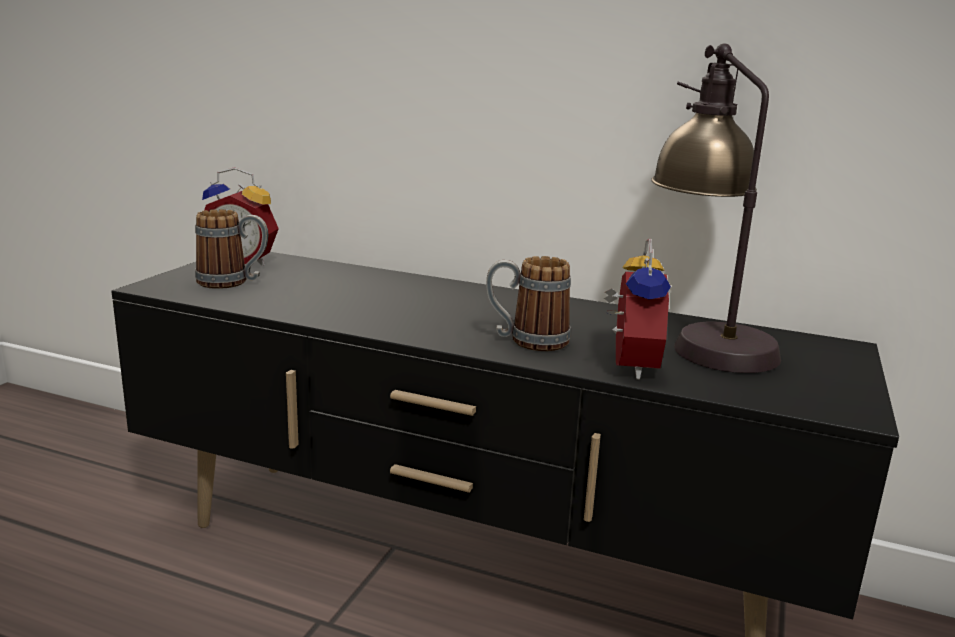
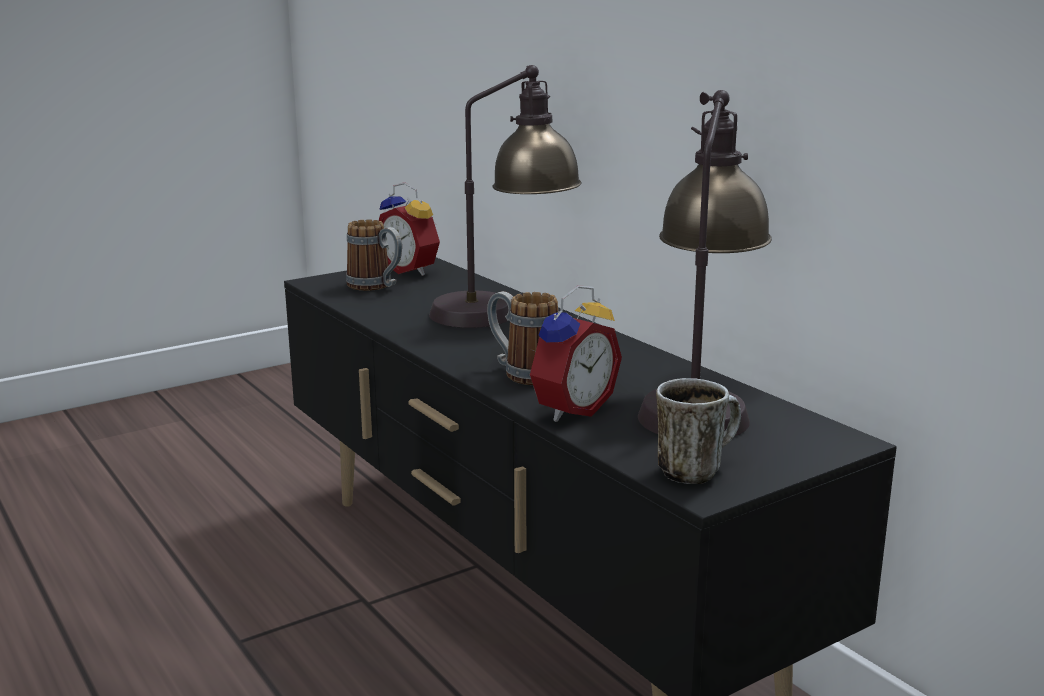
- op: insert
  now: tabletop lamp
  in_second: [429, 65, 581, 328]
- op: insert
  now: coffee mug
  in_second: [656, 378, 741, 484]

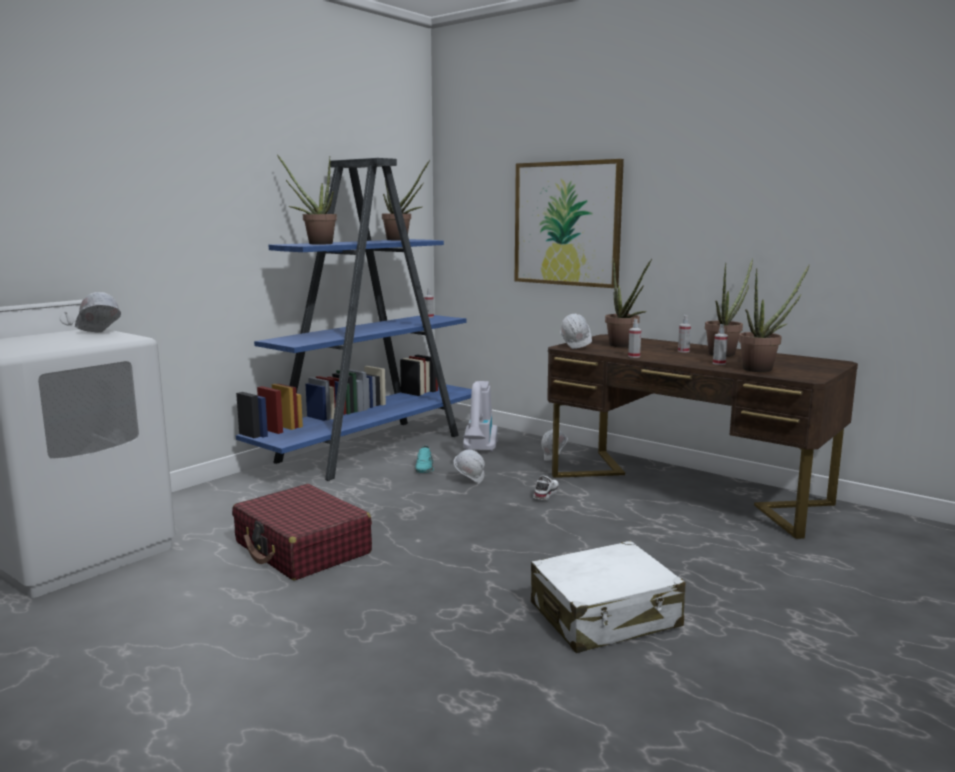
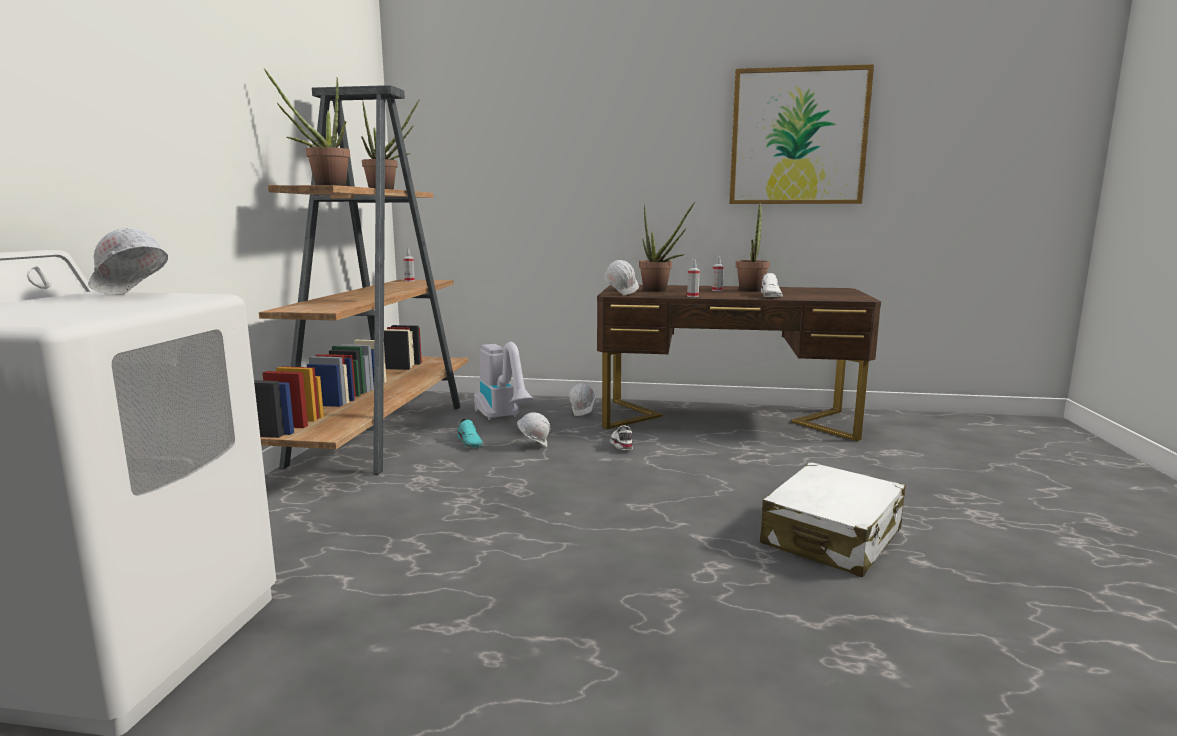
- op: recolor
  was: bluish shelving unit
  now: brownish shelving unit
  in_first: [236, 158, 472, 481]
  in_second: [254, 85, 468, 475]
- op: move
  was: wall art
  in_first: [515, 159, 624, 288]
  in_second: [729, 64, 874, 204]
- op: delete
  was: potted plant
  in_first: [739, 264, 810, 372]
- op: replace
  was: sprayer
  now: white-coloured item of footwear
  in_first: [713, 324, 728, 365]
  in_second: [760, 273, 783, 297]
- op: delete
  was: red suitcase
  in_first: [232, 484, 372, 581]

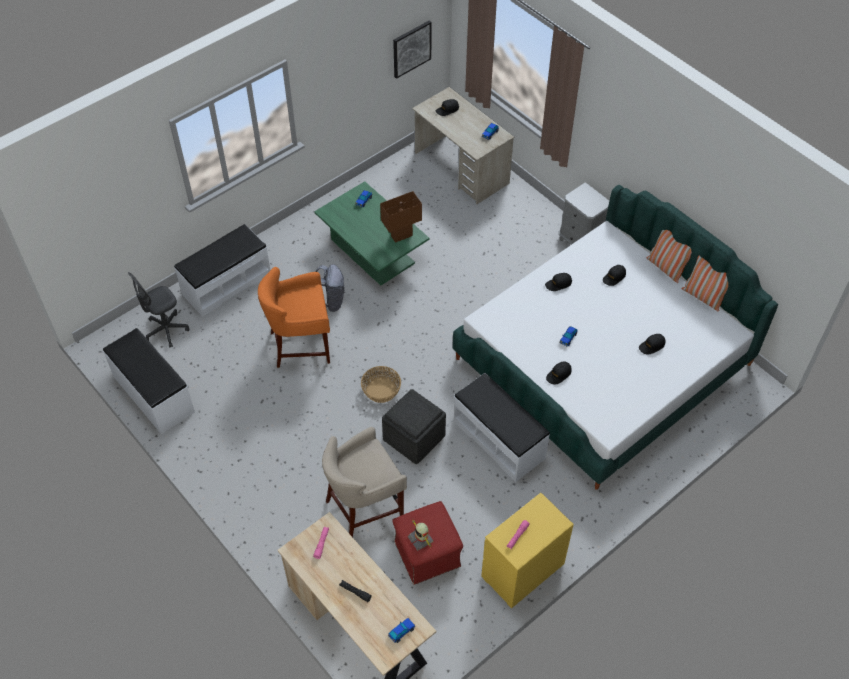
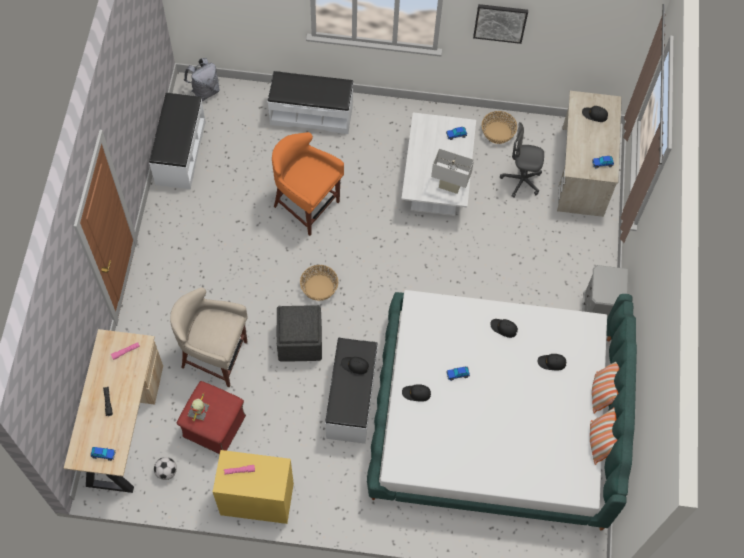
- op: move
  was: wall art
  in_first: [393, 20, 432, 79]
  in_second: [473, 4, 528, 44]
- op: recolor
  was: green low table
  now: white-coloured low table
  in_first: [314, 181, 429, 286]
  in_second: [401, 112, 476, 216]
- op: recolor
  was: brownish tabletop lamp
  now: white-coloured tabletop lamp
  in_first: [380, 191, 422, 243]
  in_second: [431, 149, 474, 194]
- op: move
  was: greyish knapsack
  in_first: [315, 264, 344, 312]
  in_second: [184, 58, 220, 101]
- op: move
  was: greyish office chair
  in_first: [128, 272, 189, 347]
  in_second: [500, 122, 544, 198]
- op: move
  was: blackish peaked cap
  in_first: [639, 334, 665, 354]
  in_second: [341, 357, 369, 374]
- op: insert
  now: basket
  in_second: [482, 111, 517, 144]
- op: insert
  now: football
  in_second: [154, 457, 177, 480]

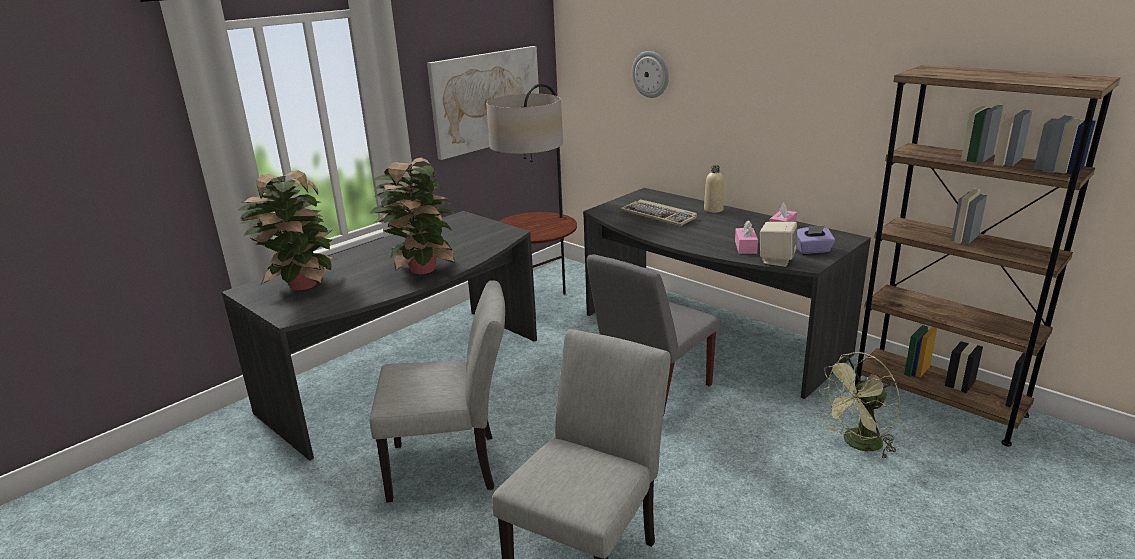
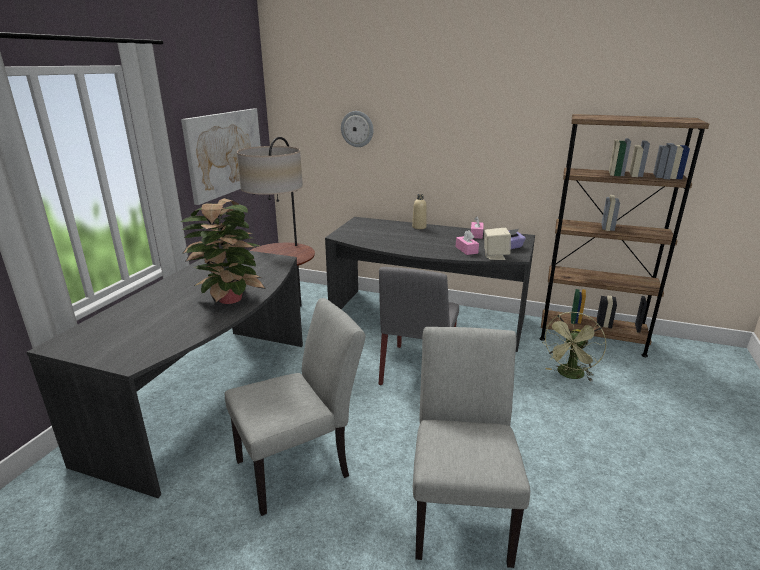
- op: delete
  was: potted plant
  in_first: [238, 170, 336, 290]
- op: delete
  was: PC keyboard
  in_first: [620, 199, 697, 226]

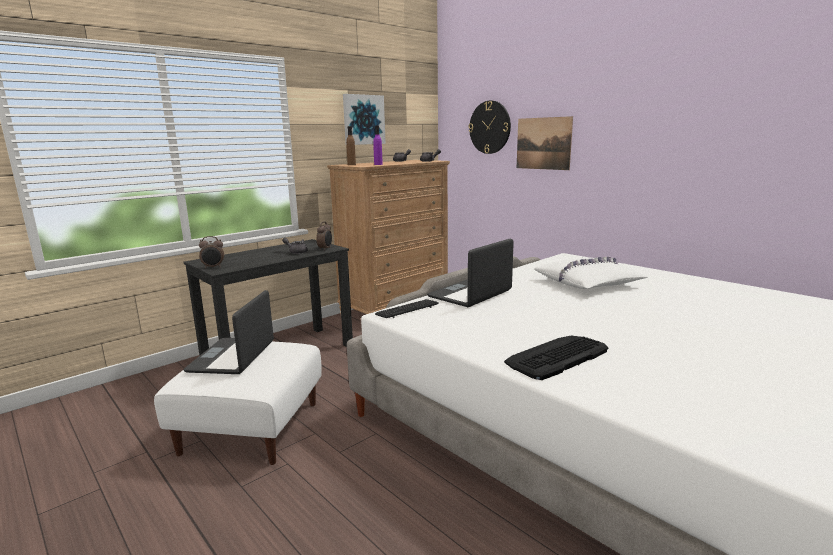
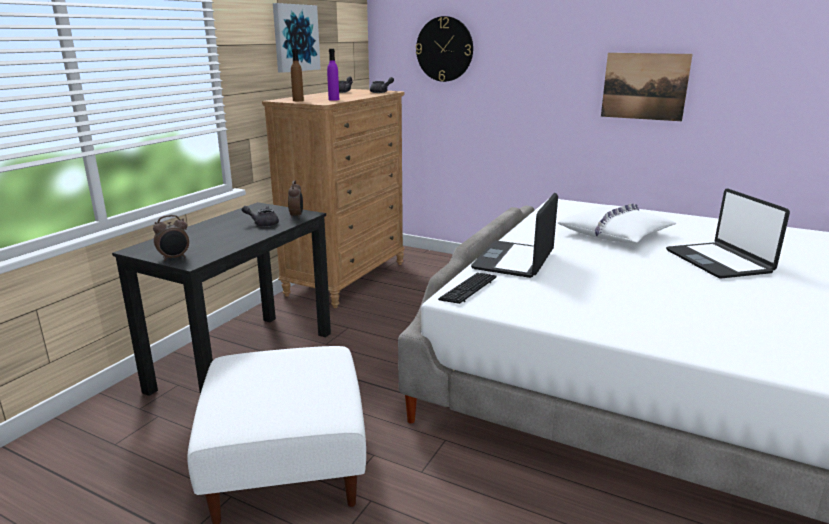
- op: move
  was: wall art
  in_first: [517, 116, 573, 170]
  in_second: [601, 53, 693, 121]
- op: move
  was: laptop
  in_first: [184, 290, 274, 374]
  in_second: [666, 188, 790, 278]
- op: delete
  was: PC keyboard
  in_first: [504, 336, 608, 380]

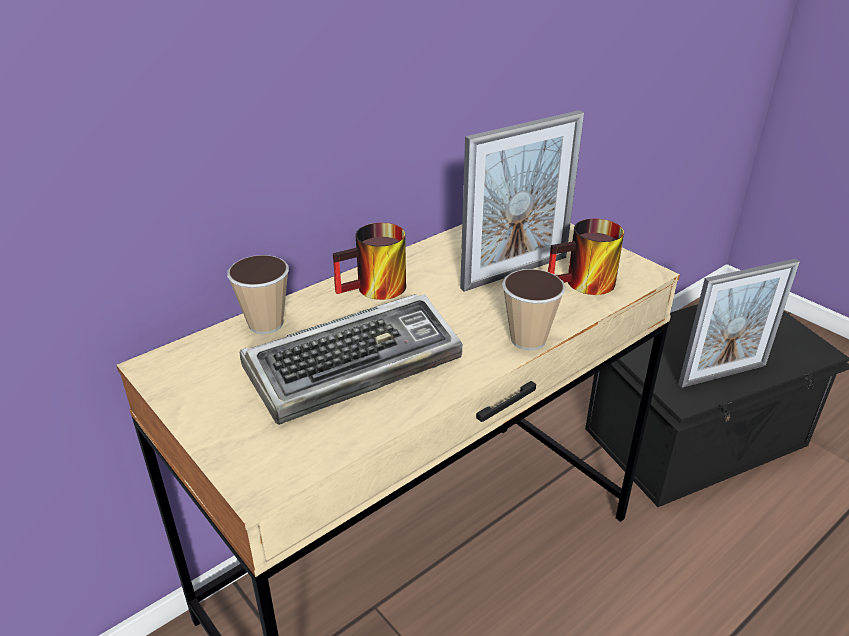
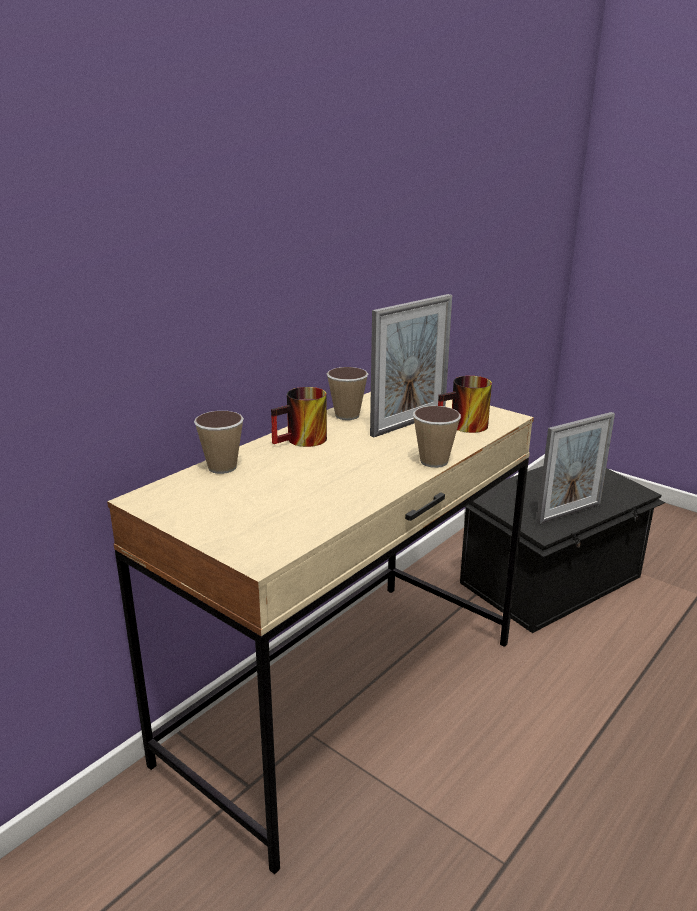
- op: delete
  was: PC keyboard
  in_first: [239, 294, 463, 425]
- op: insert
  now: cup
  in_second: [327, 367, 368, 420]

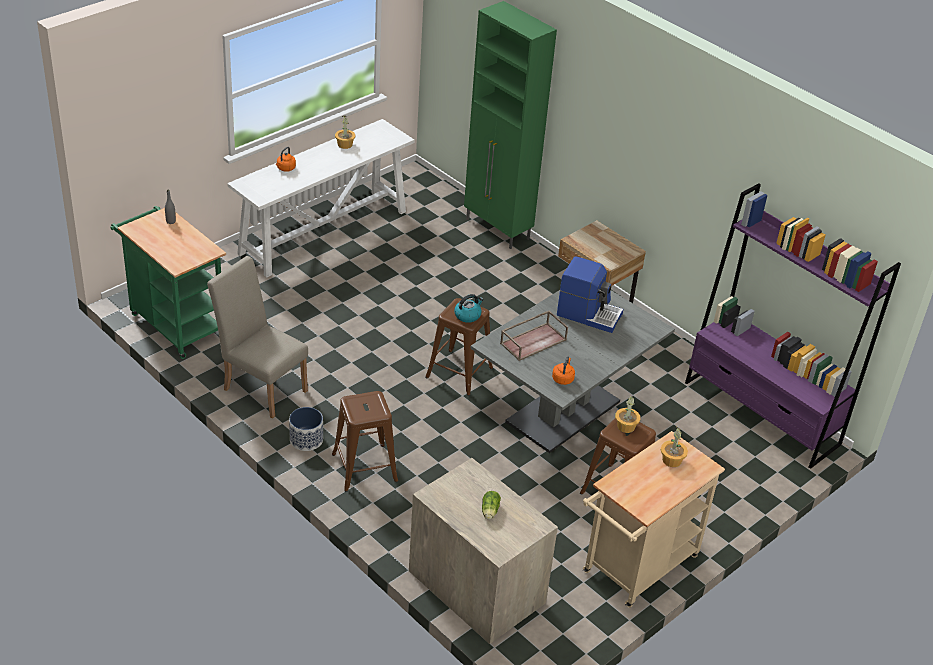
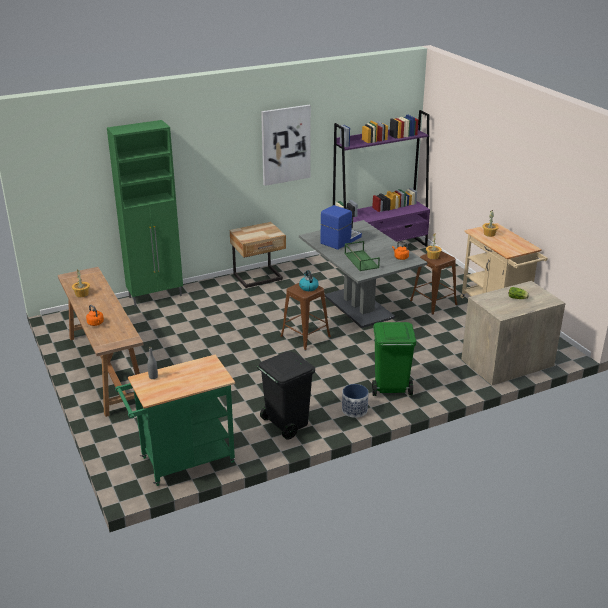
- op: recolor
  was: white-coloured console table
  now: brownish console table
  in_first: [227, 119, 415, 278]
  in_second: [58, 267, 143, 417]
- op: replace
  was: beige upright chair
  now: blackish rubbish bin
  in_first: [207, 256, 308, 418]
  in_second: [257, 351, 315, 440]
- op: recolor
  was: brownish tray
  now: green tray
  in_first: [500, 310, 568, 361]
  in_second: [345, 241, 380, 271]
- op: replace
  was: brownish stool seat
  now: green rubbish bin
  in_first: [332, 391, 398, 492]
  in_second: [372, 322, 416, 396]
- op: insert
  now: wall art
  in_second: [261, 105, 311, 186]

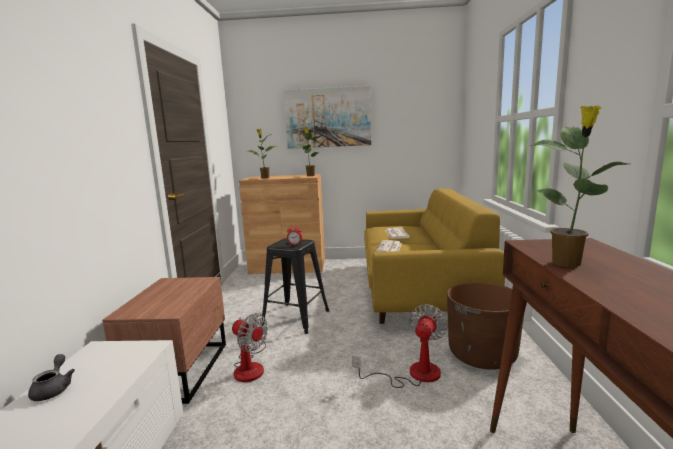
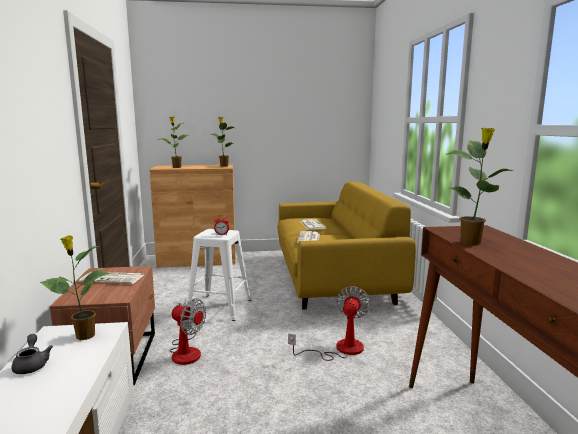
- op: delete
  was: wall art
  in_first: [284, 86, 371, 149]
- op: recolor
  was: blackish stool seat
  now: white-coloured stool seat
  in_first: [261, 238, 329, 334]
  in_second: [187, 229, 251, 321]
- op: delete
  was: brownish plant pot
  in_first: [447, 282, 524, 370]
- op: insert
  now: potted plant
  in_second: [40, 235, 110, 340]
- op: insert
  now: printed paper
  in_second: [79, 272, 143, 284]

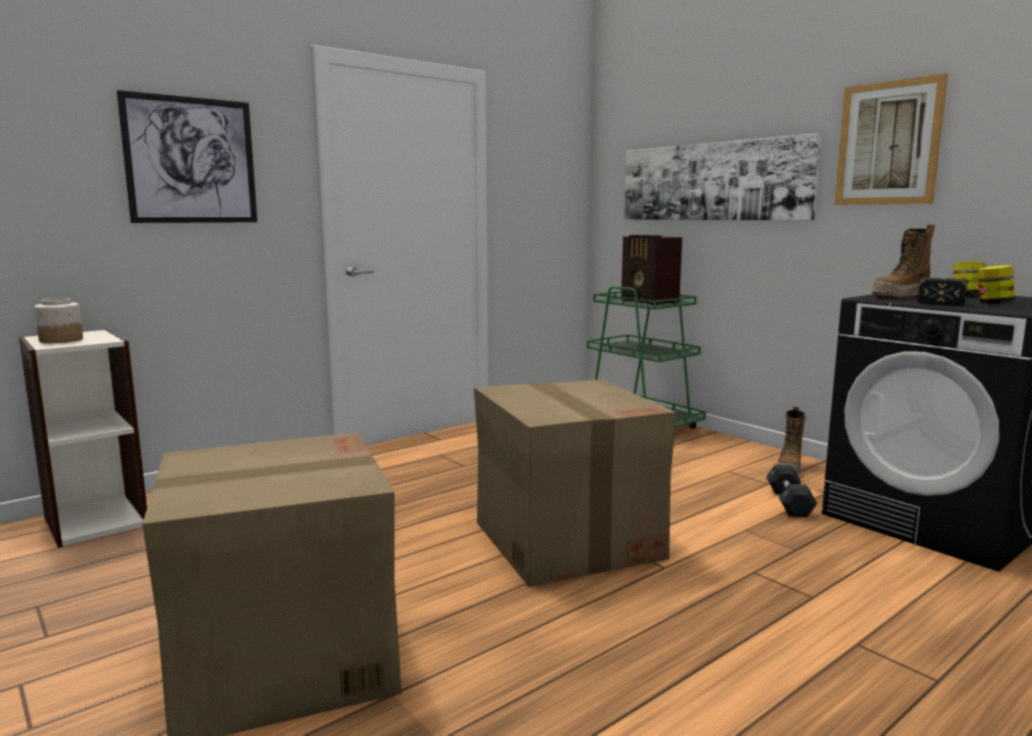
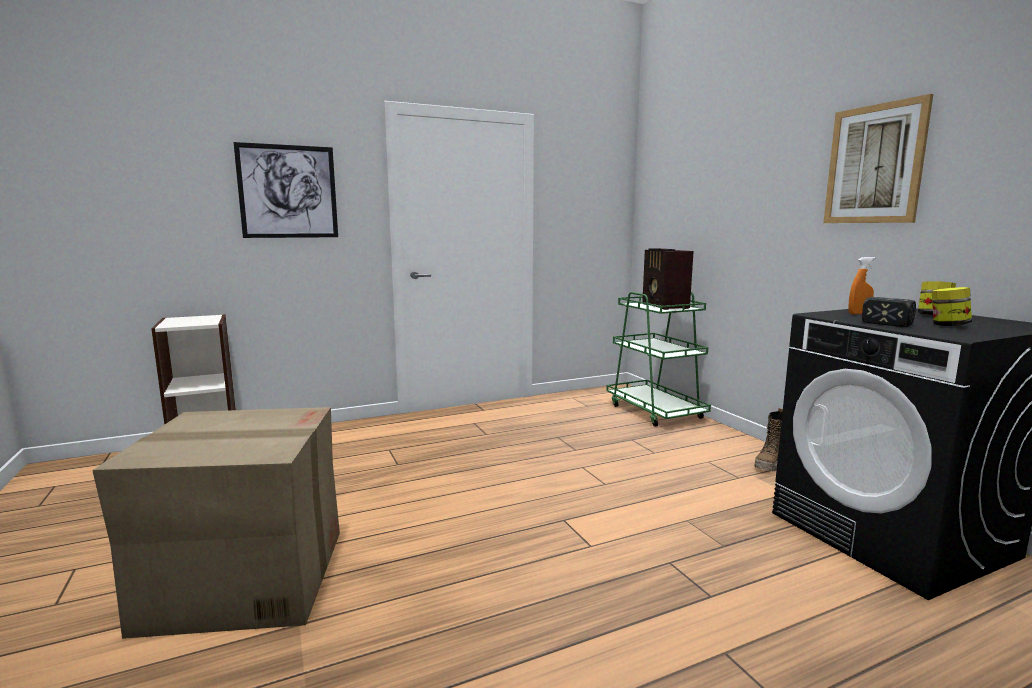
- op: delete
  was: wall art
  in_first: [624, 133, 821, 221]
- op: replace
  was: boot
  now: orange-coloured sprayer
  in_first: [873, 224, 935, 297]
  in_second: [848, 257, 876, 314]
- op: delete
  was: storage jar
  in_first: [34, 298, 83, 343]
- op: delete
  was: cardboard box
  in_first: [474, 379, 676, 587]
- op: delete
  was: blackish free weight
  in_first: [766, 464, 817, 517]

